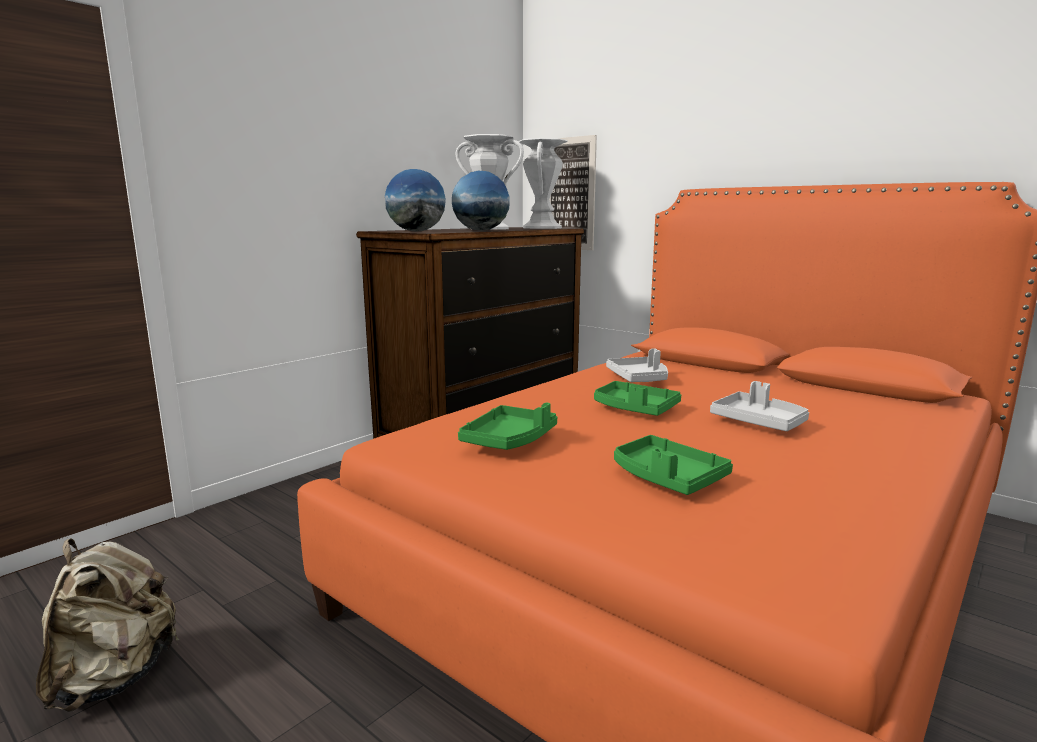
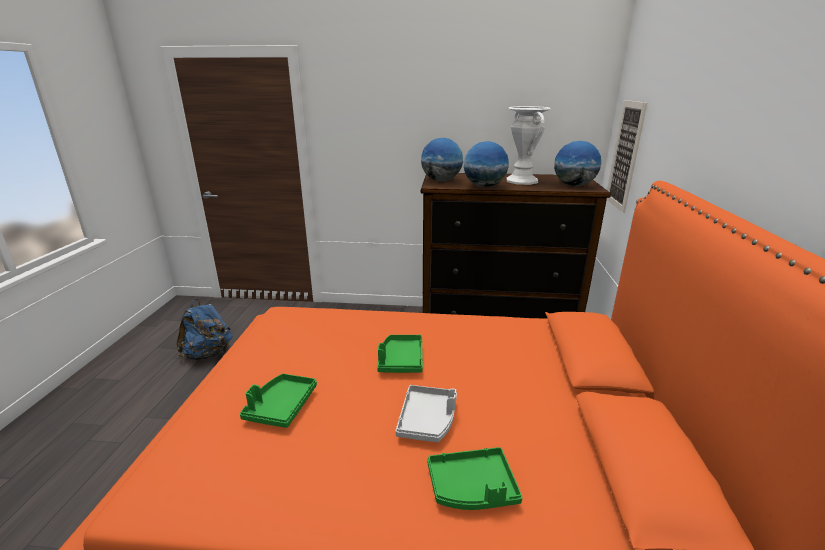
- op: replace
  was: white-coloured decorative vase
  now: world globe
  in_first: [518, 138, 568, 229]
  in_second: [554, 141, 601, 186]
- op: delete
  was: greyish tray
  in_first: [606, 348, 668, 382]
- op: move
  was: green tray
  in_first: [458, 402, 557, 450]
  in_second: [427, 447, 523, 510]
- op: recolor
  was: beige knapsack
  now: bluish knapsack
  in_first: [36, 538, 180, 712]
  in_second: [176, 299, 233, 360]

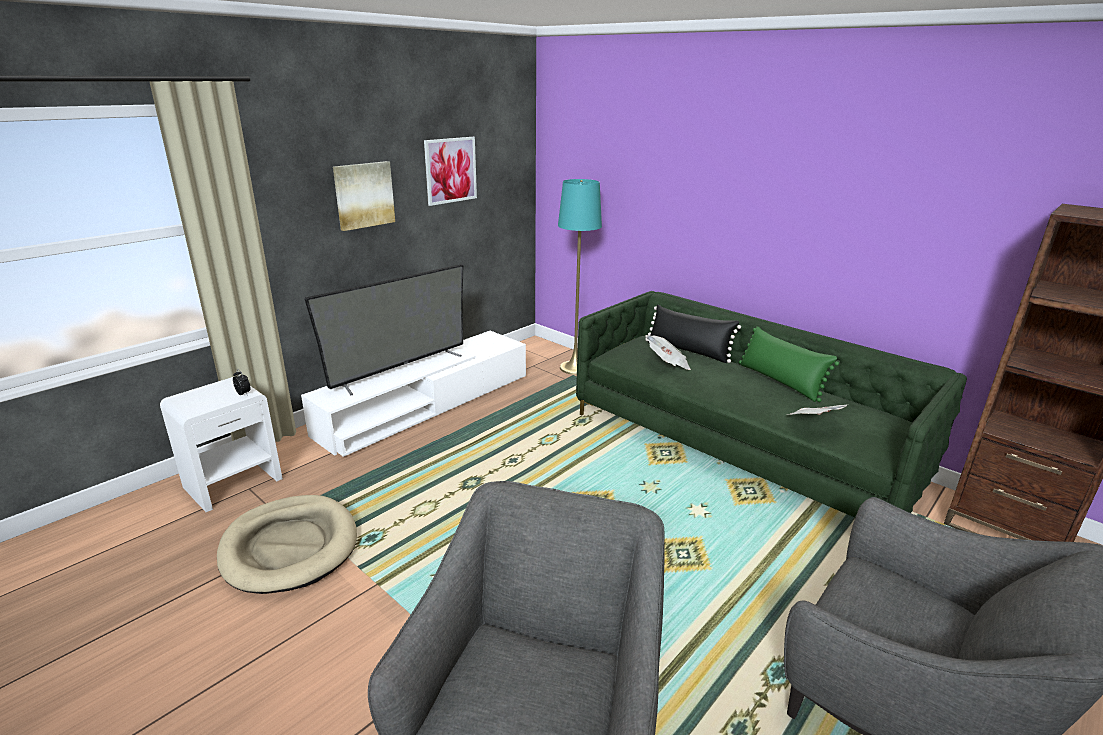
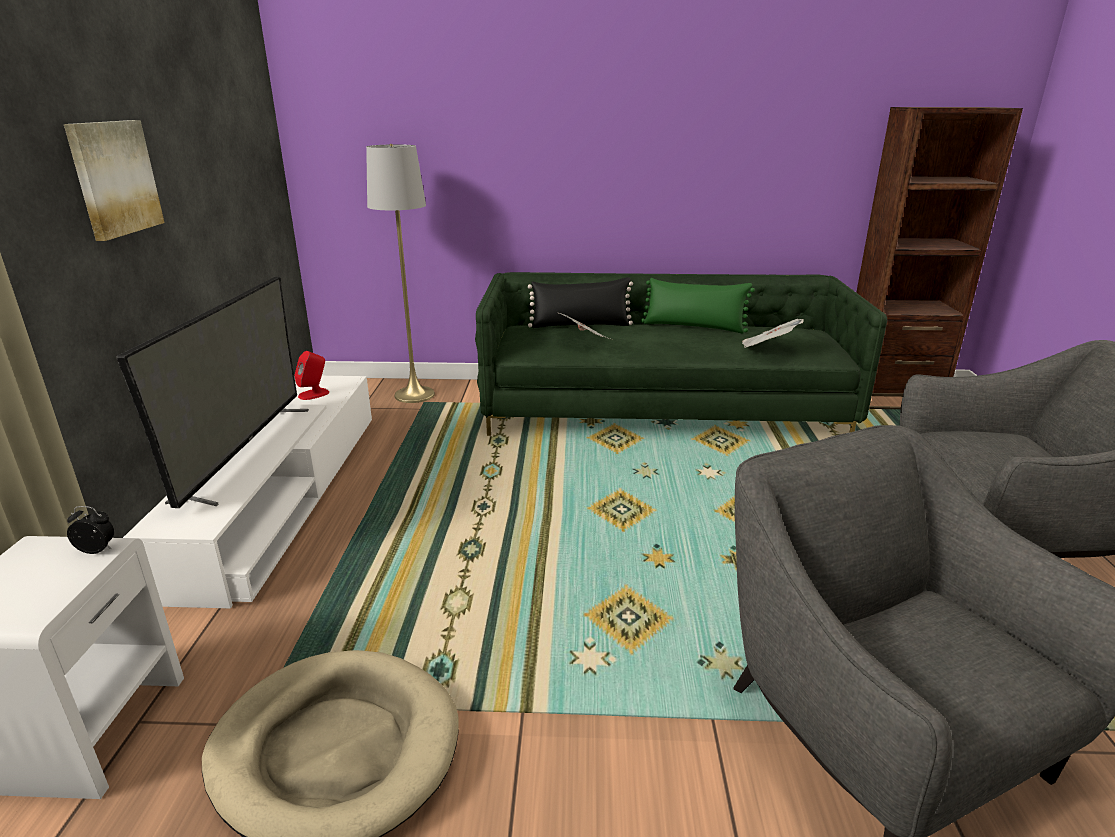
- op: delete
  was: wall art
  in_first: [424, 137, 477, 206]
- op: recolor
  was: turquoise standing lamp
  now: greyish standing lamp
  in_first: [558, 179, 602, 375]
  in_second: [366, 144, 435, 403]
- op: insert
  now: red loudspeaker
  in_second: [295, 351, 329, 400]

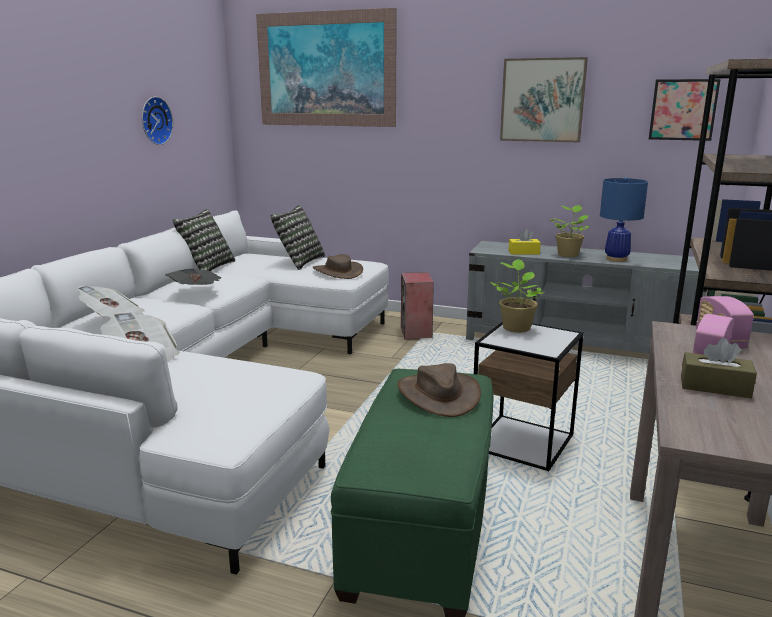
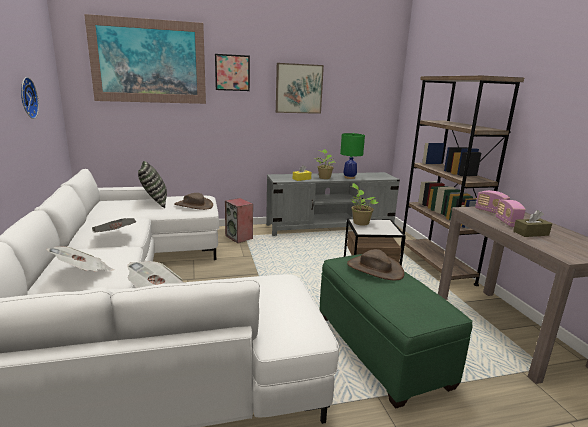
- op: move
  was: wall art
  in_first: [649, 79, 720, 141]
  in_second: [215, 54, 250, 91]
- op: recolor
  was: bluish tabletop lamp
  now: green tabletop lamp
  in_first: [600, 177, 648, 262]
  in_second: [340, 133, 365, 179]
- op: delete
  was: cushion
  in_first: [173, 209, 235, 271]

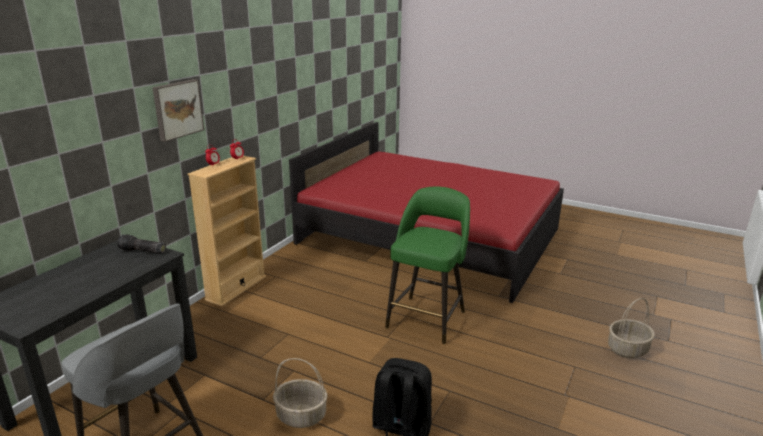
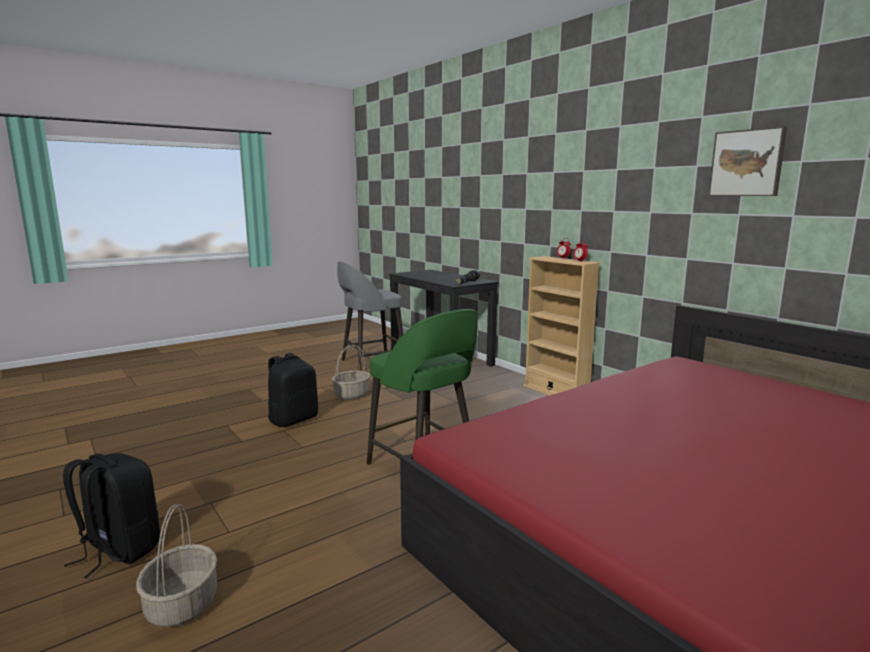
- op: move
  was: wall art
  in_first: [152, 79, 204, 142]
  in_second: [708, 126, 787, 196]
- op: insert
  now: blackish knapsack
  in_second: [63, 453, 160, 578]

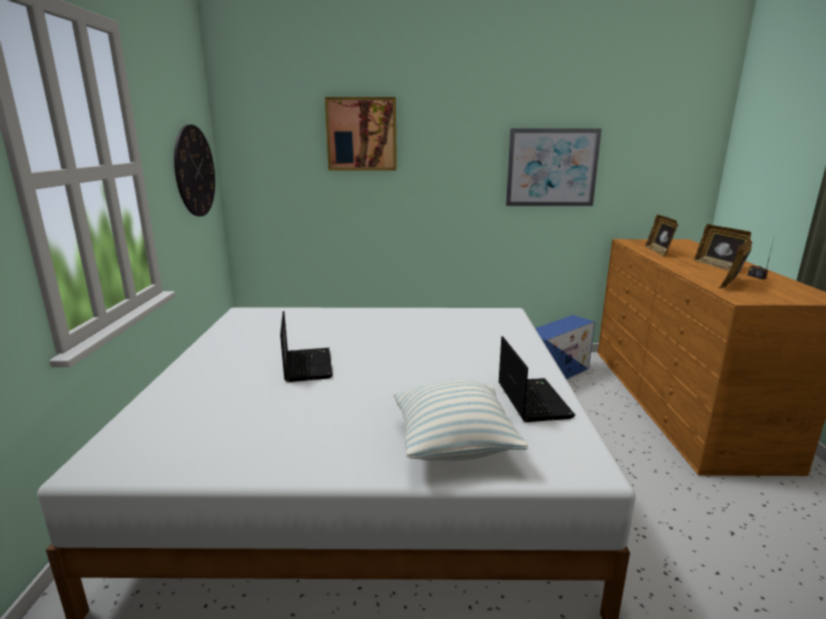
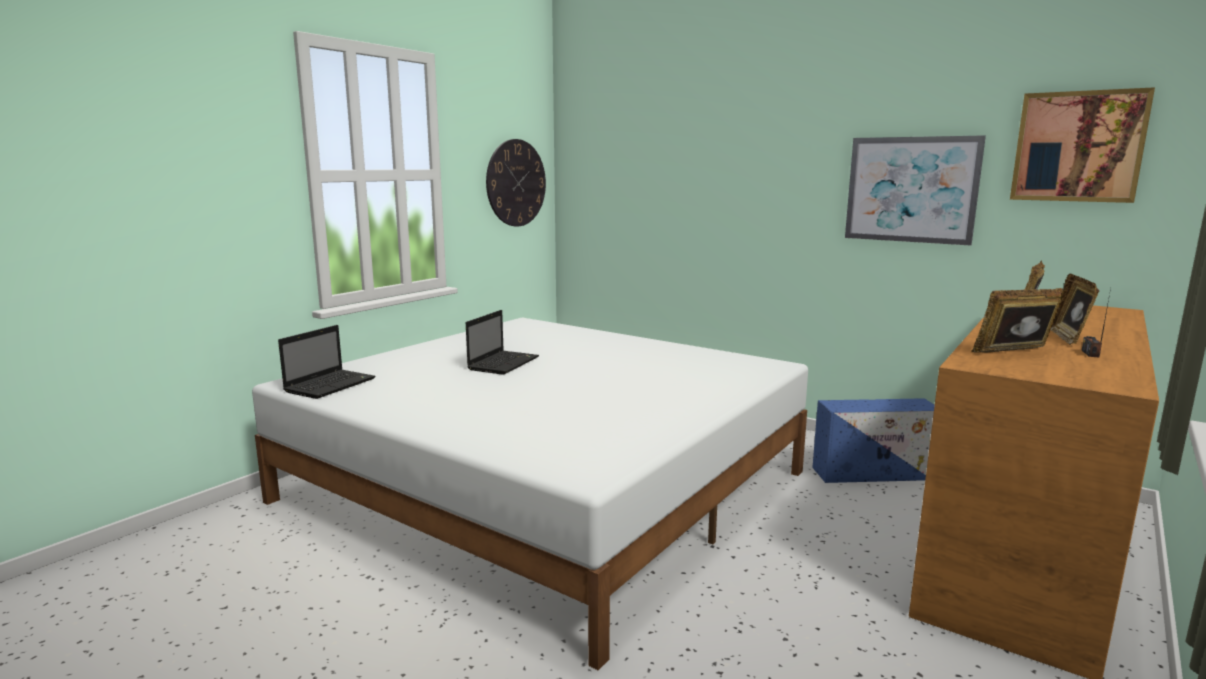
- op: move
  was: wall art
  in_first: [325, 97, 397, 171]
  in_second: [1010, 87, 1155, 203]
- op: move
  was: laptop
  in_first: [498, 336, 575, 422]
  in_second: [278, 325, 375, 399]
- op: delete
  was: cushion
  in_first: [394, 380, 528, 460]

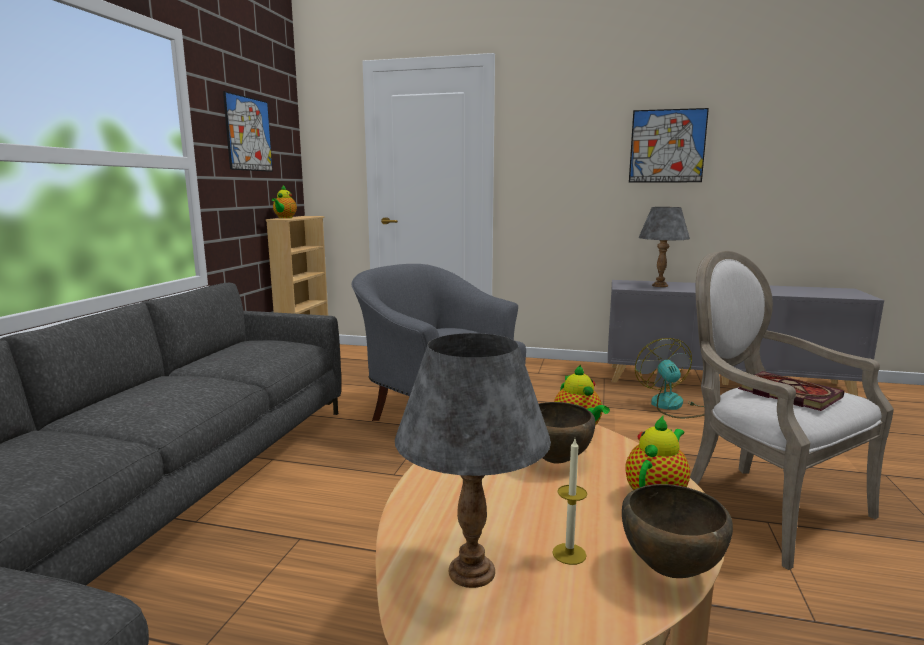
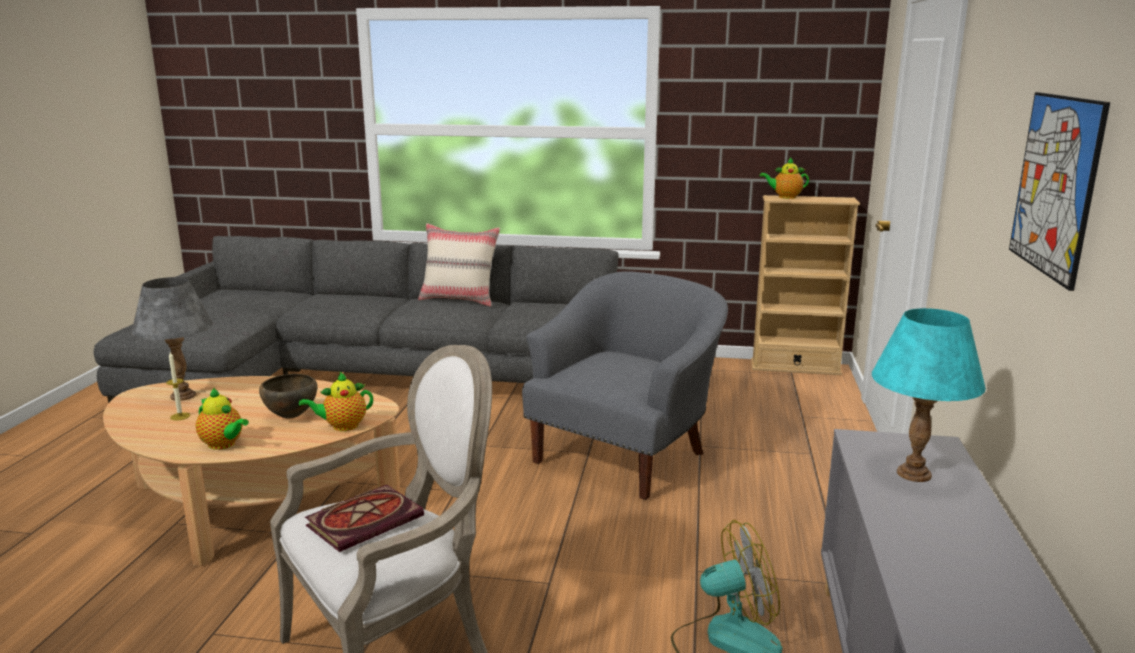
- op: delete
  was: wall art
  in_first: [223, 91, 273, 172]
- op: recolor
  was: greyish tabletop lamp
  now: turquoise tabletop lamp
  in_first: [639, 207, 690, 287]
  in_second: [872, 308, 986, 482]
- op: delete
  was: brownish serving bowl
  in_first: [622, 484, 733, 578]
- op: insert
  now: beige cushion
  in_second: [418, 223, 500, 306]

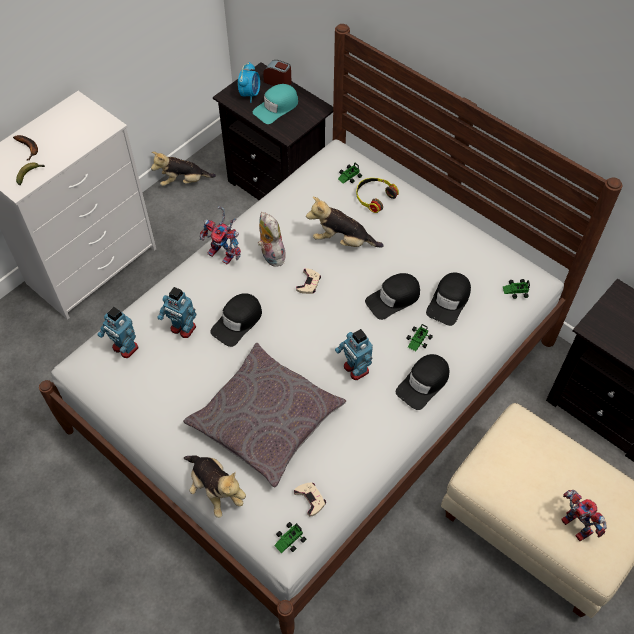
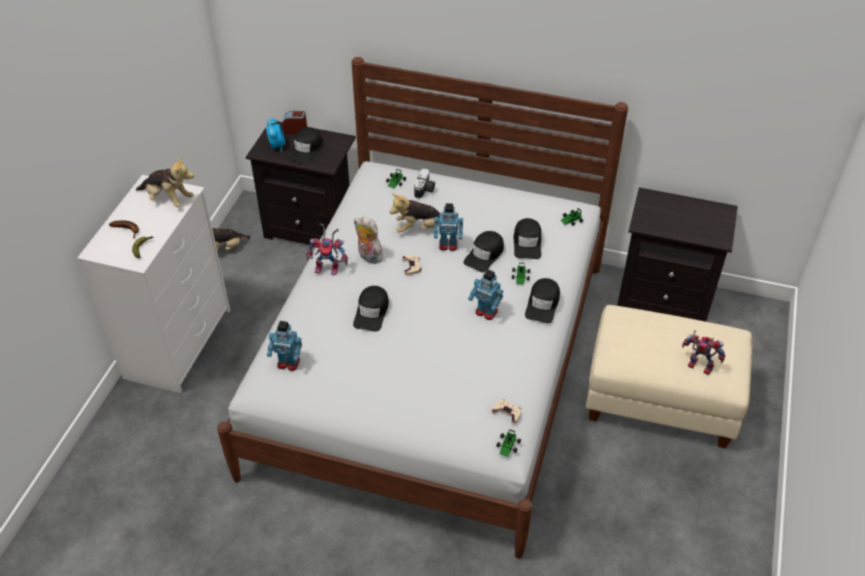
- op: recolor
  was: turquoise peaked cap
  now: blackish peaked cap
  in_first: [253, 84, 298, 124]
  in_second: [288, 127, 323, 163]
- op: replace
  was: headphones
  now: still camera
  in_first: [356, 178, 399, 213]
  in_second: [414, 168, 435, 199]
- op: move
  was: robot figure
  in_first: [157, 287, 196, 338]
  in_second: [434, 204, 463, 251]
- op: delete
  was: greyish cushion
  in_first: [183, 343, 346, 487]
- op: move
  was: cuddly toy
  in_first: [184, 455, 246, 518]
  in_second: [136, 156, 194, 207]

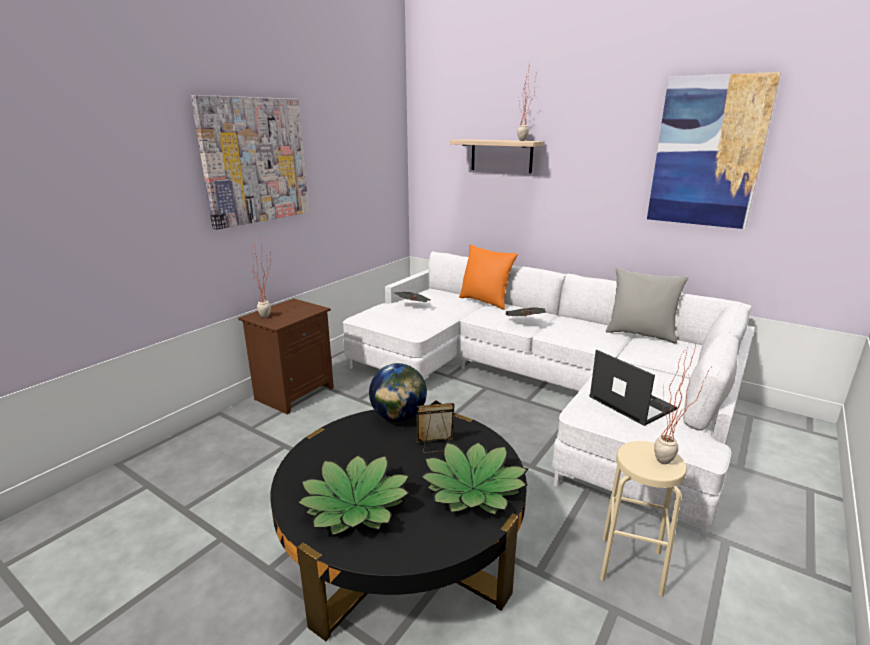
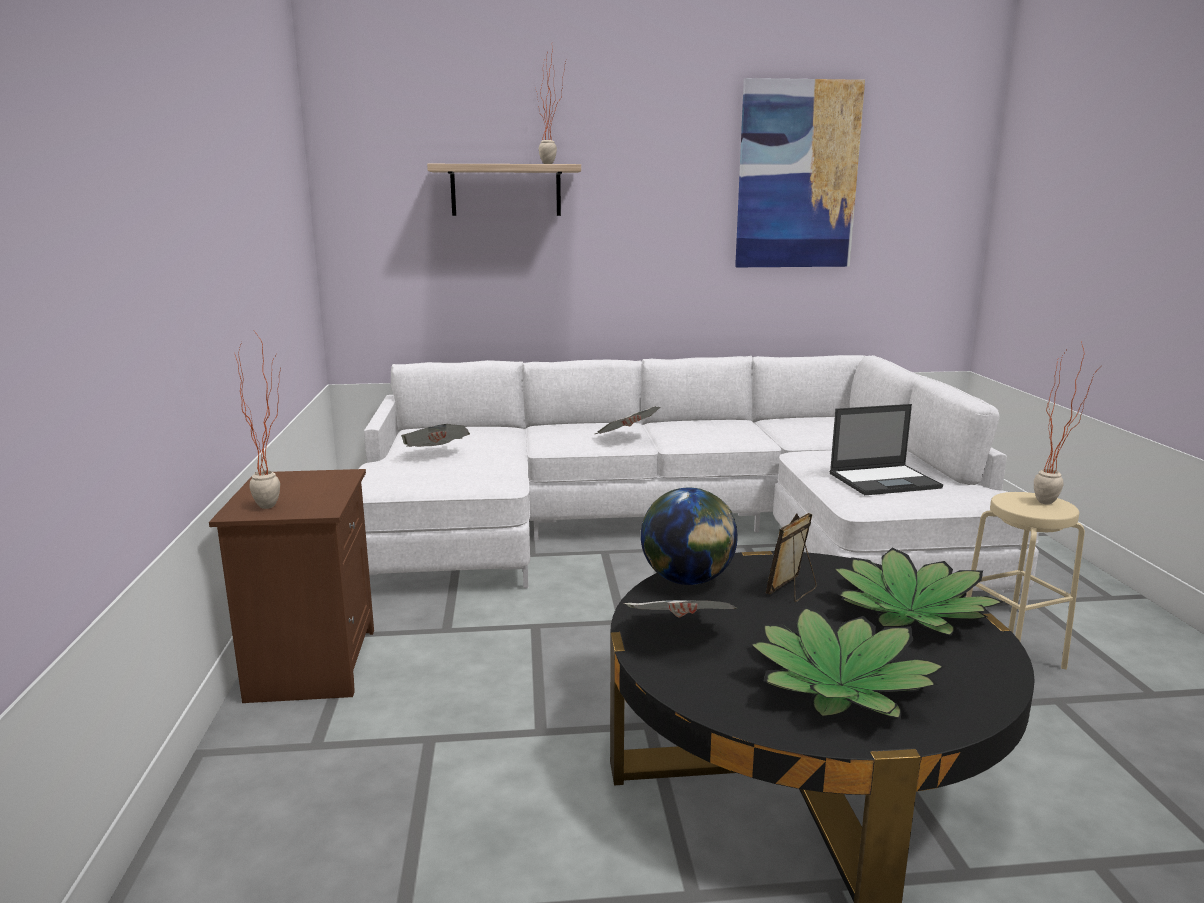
- op: delete
  was: wall art
  in_first: [191, 95, 309, 230]
- op: delete
  was: orange-coloured cushion
  in_first: [459, 244, 518, 310]
- op: delete
  was: greyish cushion
  in_first: [605, 268, 688, 344]
- op: rotate
  was: laptop
  in_first: [589, 349, 677, 426]
  in_second: [830, 404, 943, 495]
  clockwise: 150
- op: insert
  now: printed paper
  in_second: [624, 600, 737, 618]

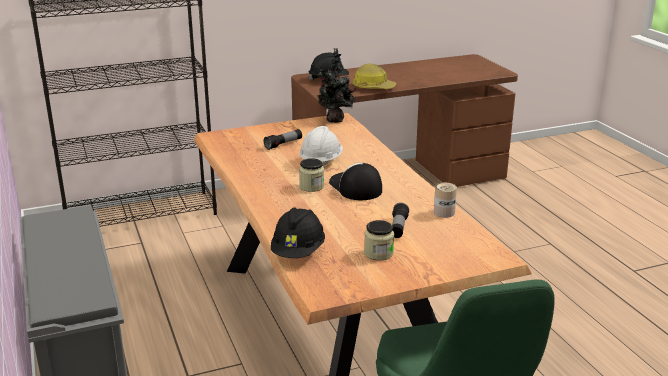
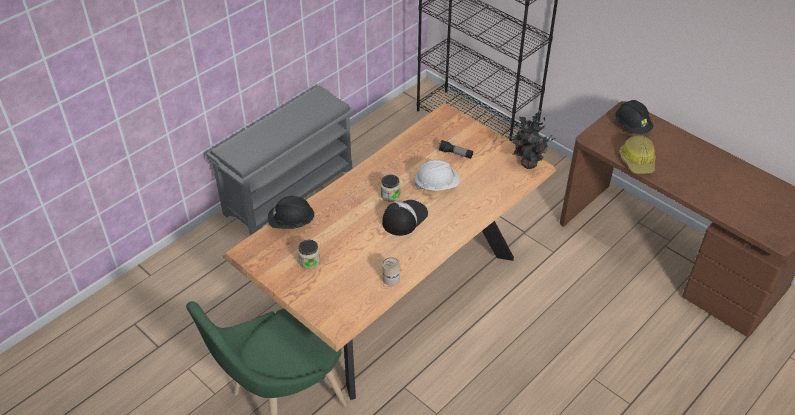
- op: delete
  was: flashlight
  in_first: [392, 203, 409, 238]

